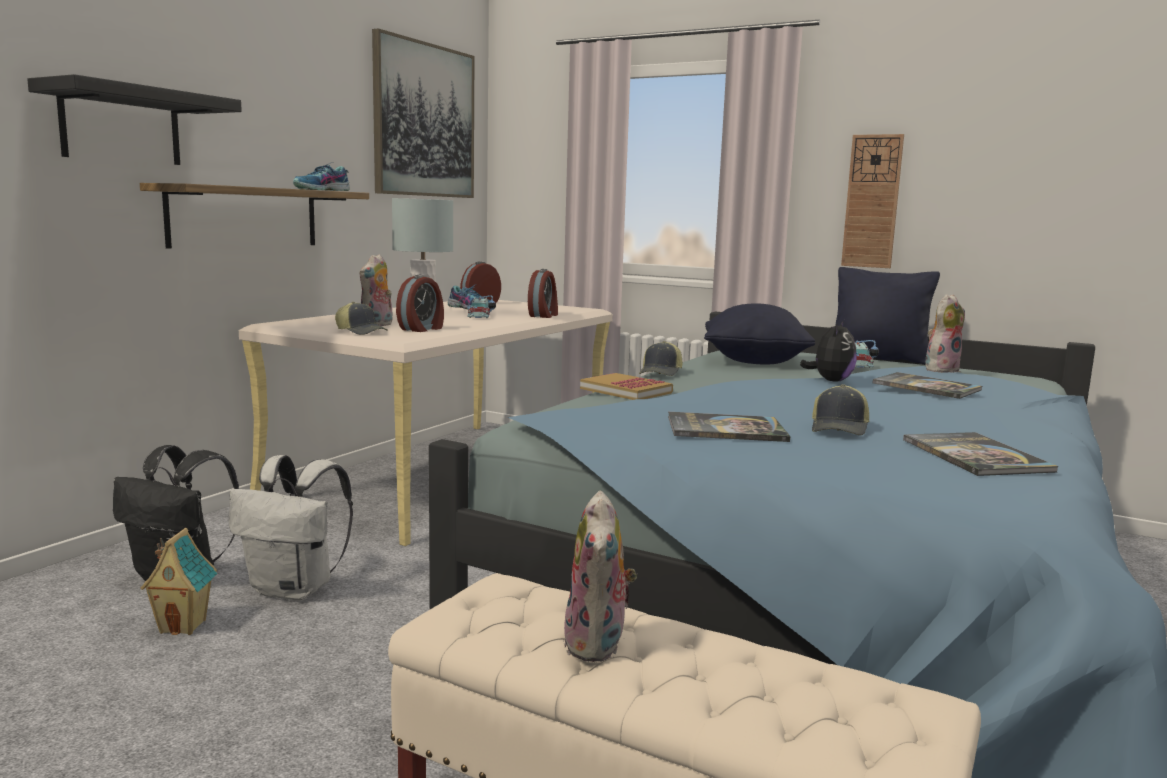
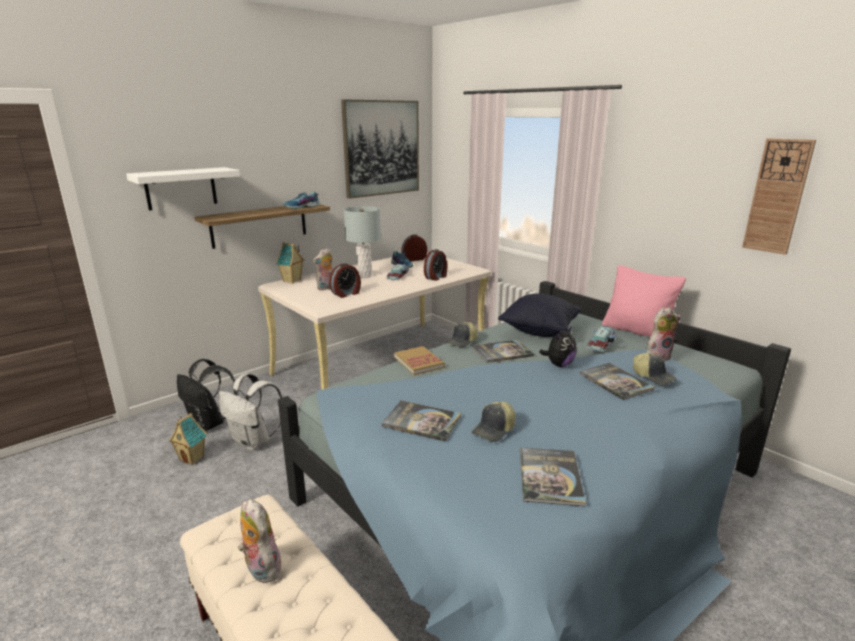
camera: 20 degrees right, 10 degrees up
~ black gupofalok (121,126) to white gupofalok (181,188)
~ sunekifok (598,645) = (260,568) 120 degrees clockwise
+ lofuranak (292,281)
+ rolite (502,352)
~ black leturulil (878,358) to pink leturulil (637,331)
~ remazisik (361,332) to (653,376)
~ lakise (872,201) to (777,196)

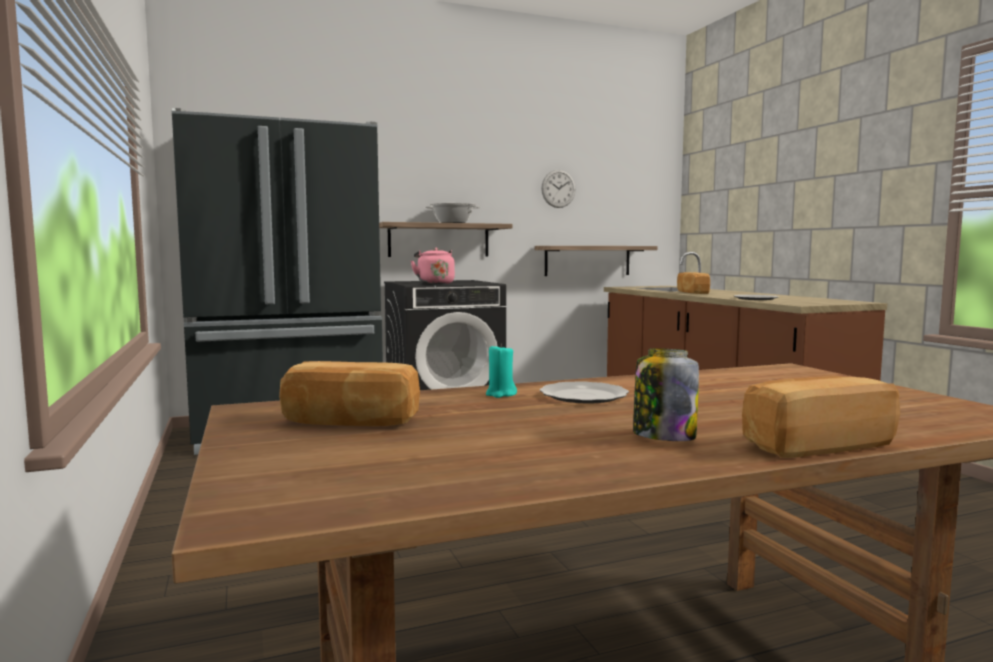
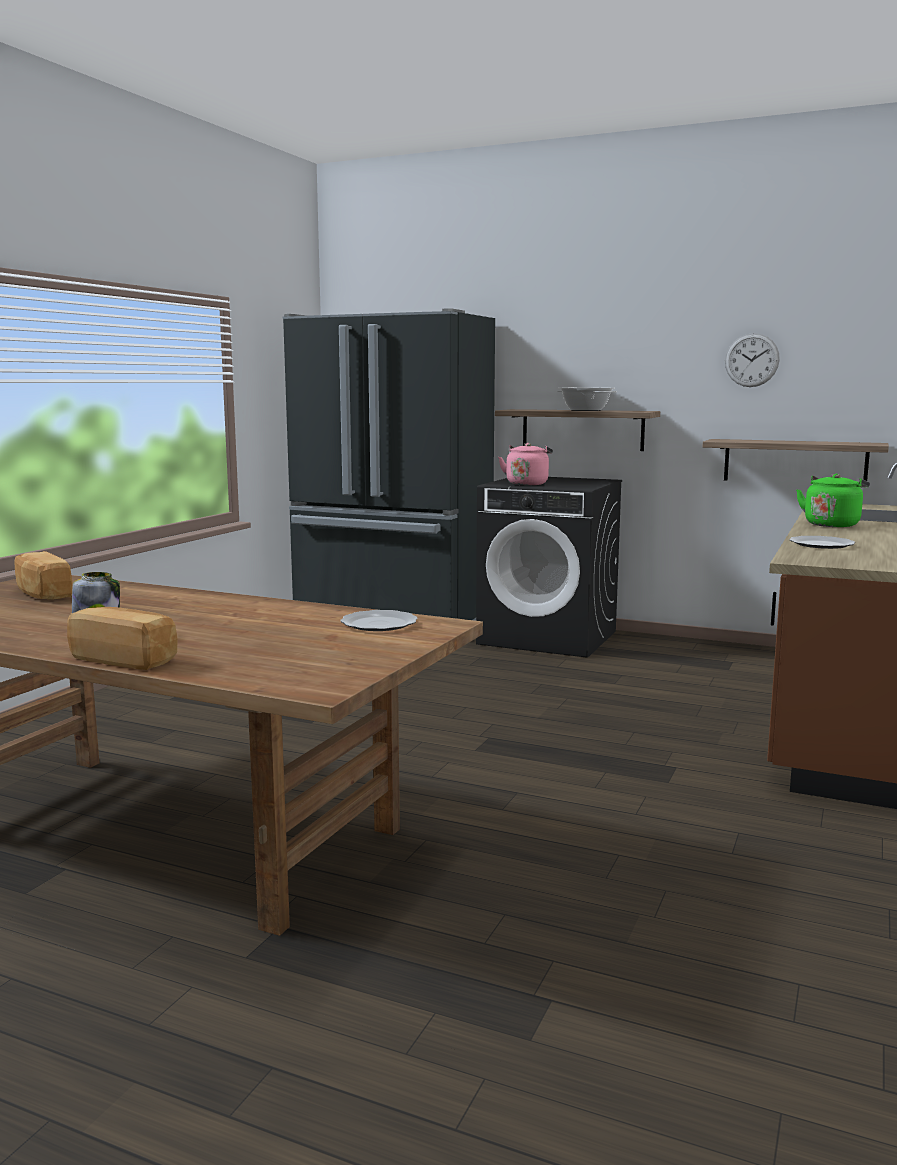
camera: 45 degrees right, 5 degrees up
~ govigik (582,396) to (378,623)
~ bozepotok (691,292) to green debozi (832,524)
- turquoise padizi (500,394)

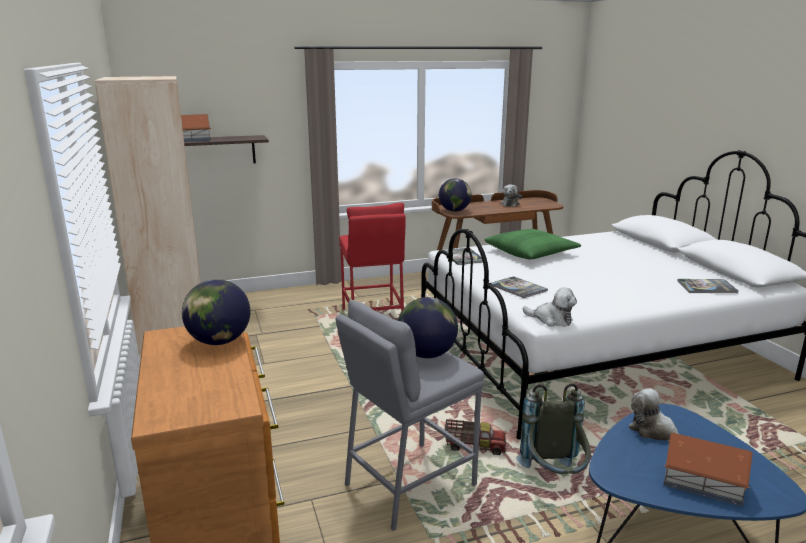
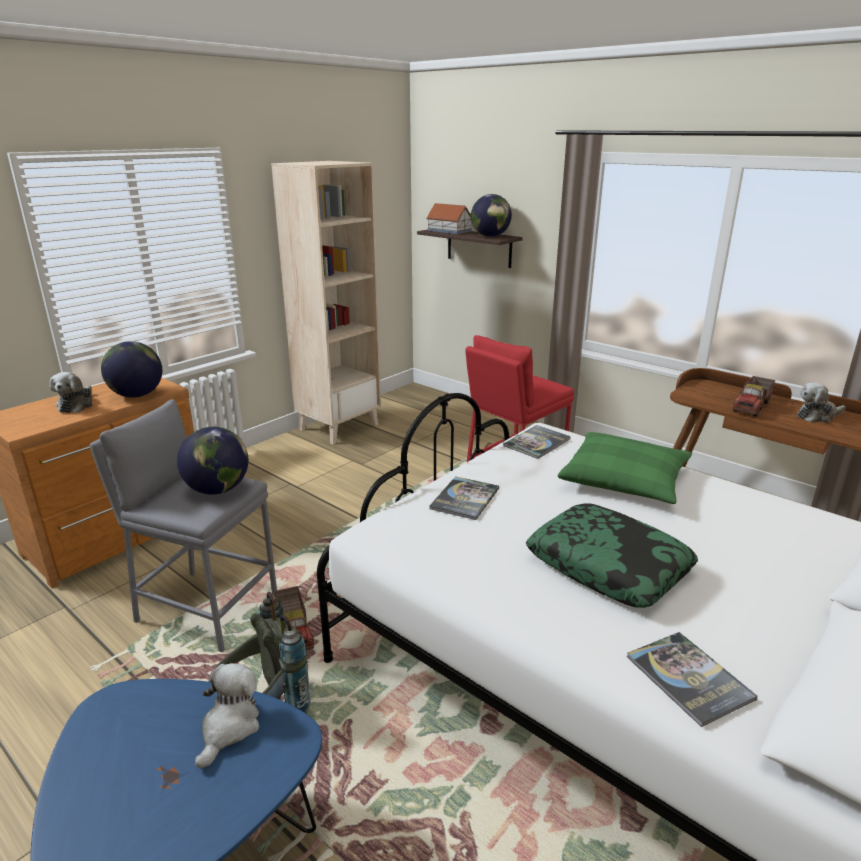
camera: 60 degrees right, 5 degrees up
~ sunekifok (551,319) to (77,405)
~ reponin (454,211) to (490,236)
+ leturulil (608,566)
+ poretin (752,407)
- lofuranak (703,482)

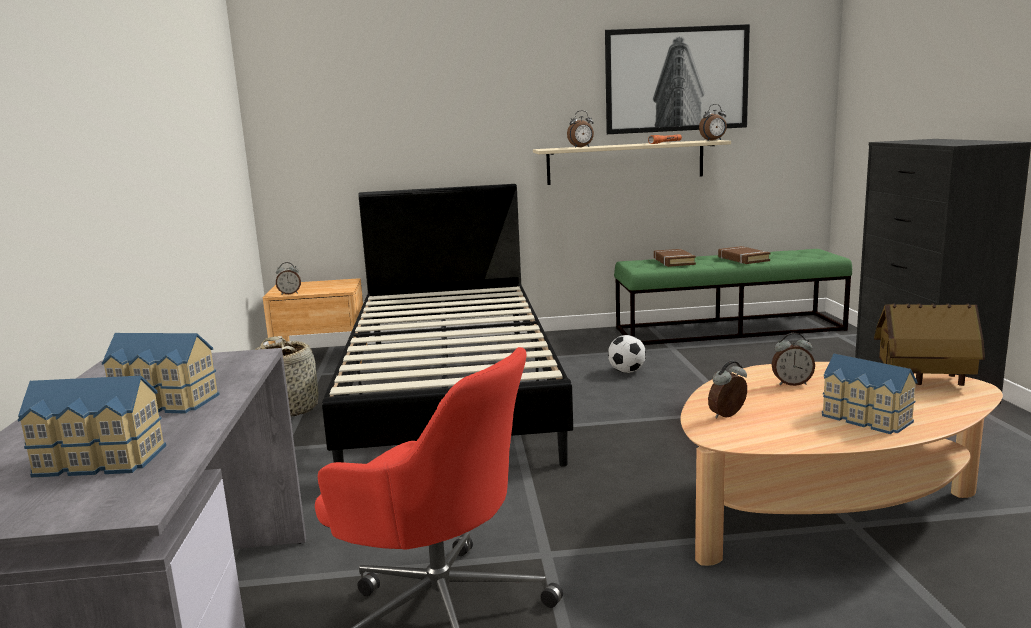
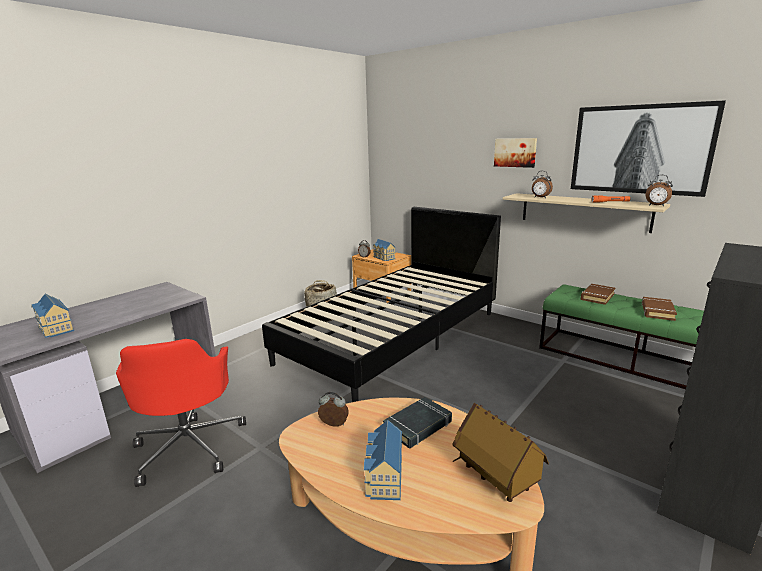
camera: 45 degrees right, 5 degrees up
~ lofuranak (164,403) to (383,257)
~ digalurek (791,383) to black rolite (418,426)
+ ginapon (515,152)
- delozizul (627,371)

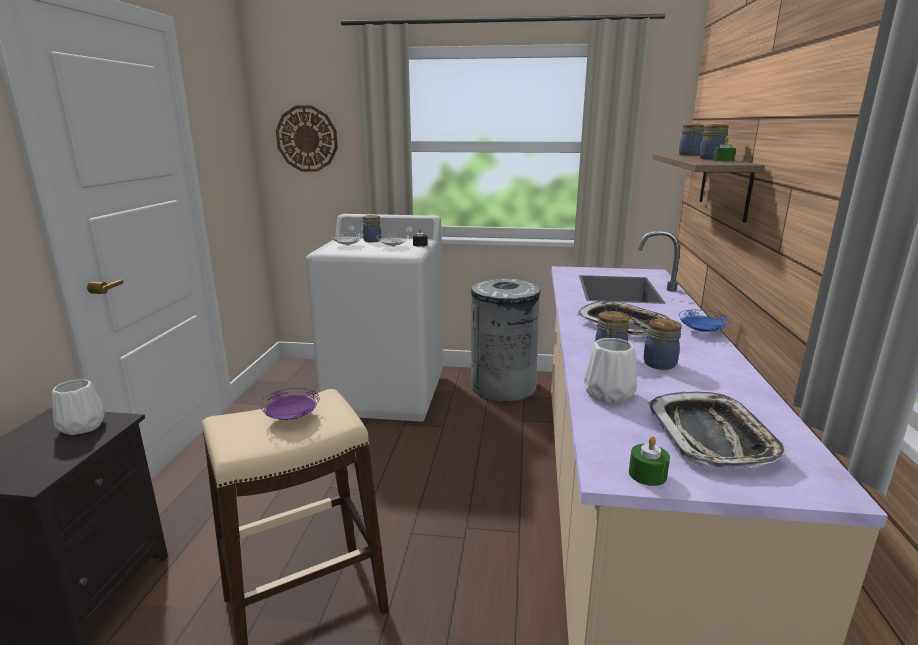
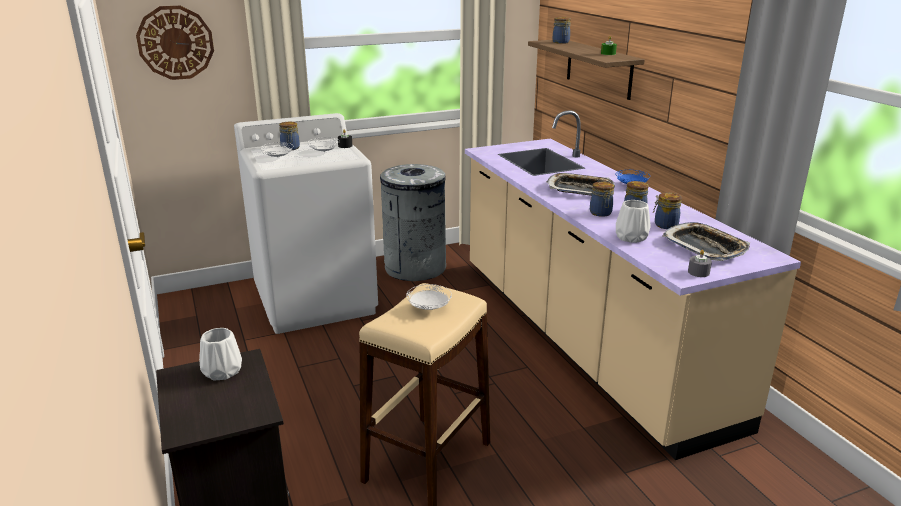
camera: 30 degrees left, 5 degrees up
~ purple govigik (292,417) to white govigik (429,308)
~ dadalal (710,158) to (664,225)
~ green padizi (647,474) to grey padizi (698,272)

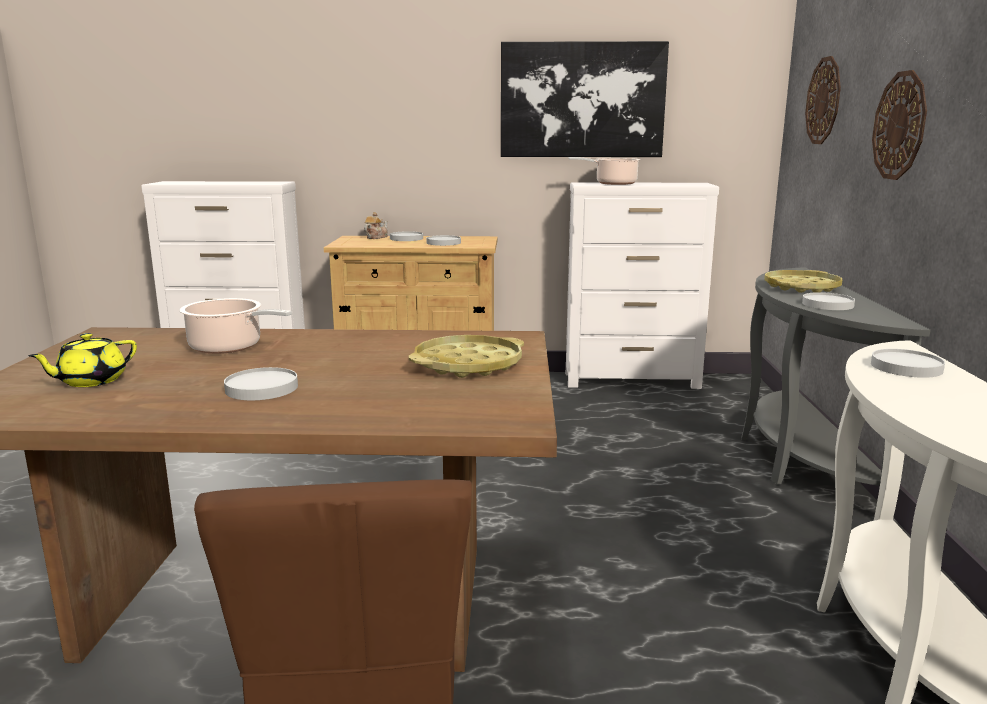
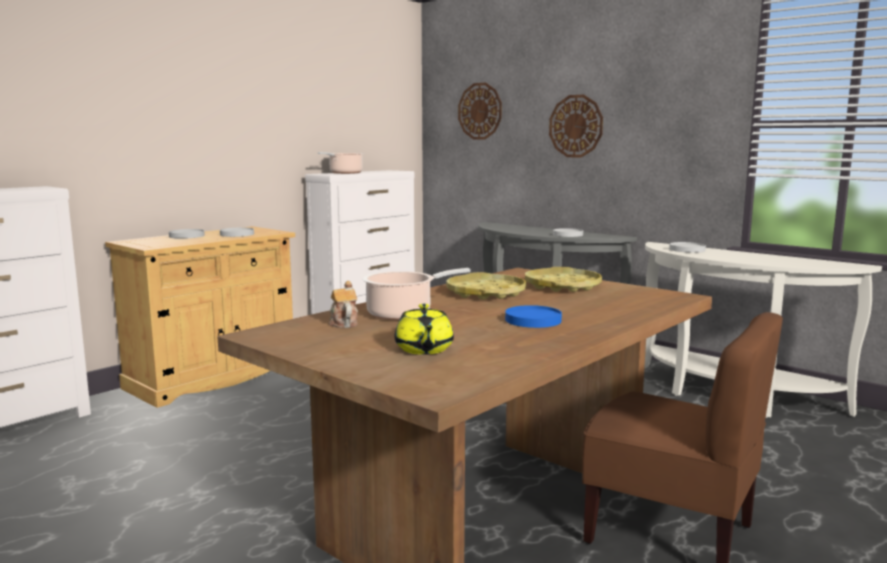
camera: 50 degrees left, 5 degrees down
~ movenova (376,237) to (343,323)
~ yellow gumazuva (802,287) to (486,293)
~ white govigik (261,388) to blue govigik (533,320)
- ginapon (582,100)

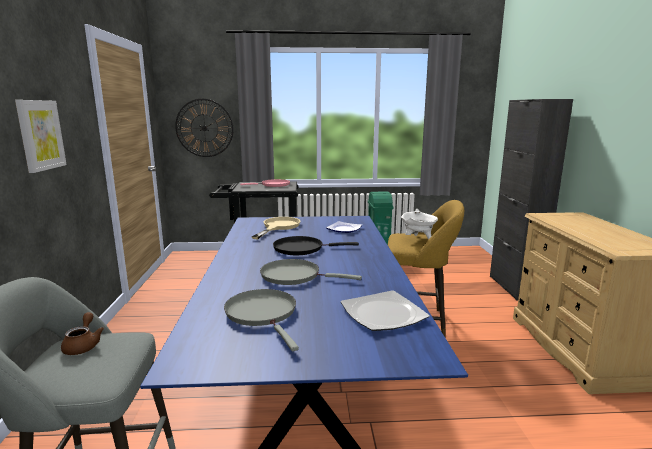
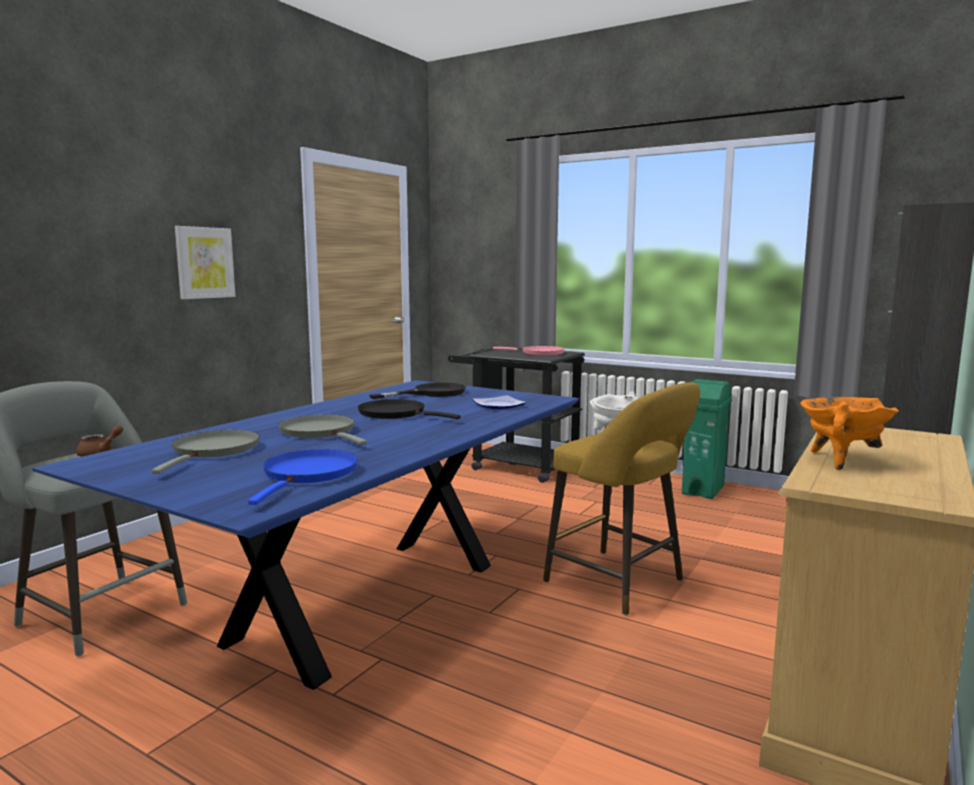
camera: 35 degrees right, 5 degrees down
~ govigik (383,313) to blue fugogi (308,474)
~ beige fugogi (278,227) to black fugogi (431,393)
+ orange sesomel (841,460)
- lakise (204,128)

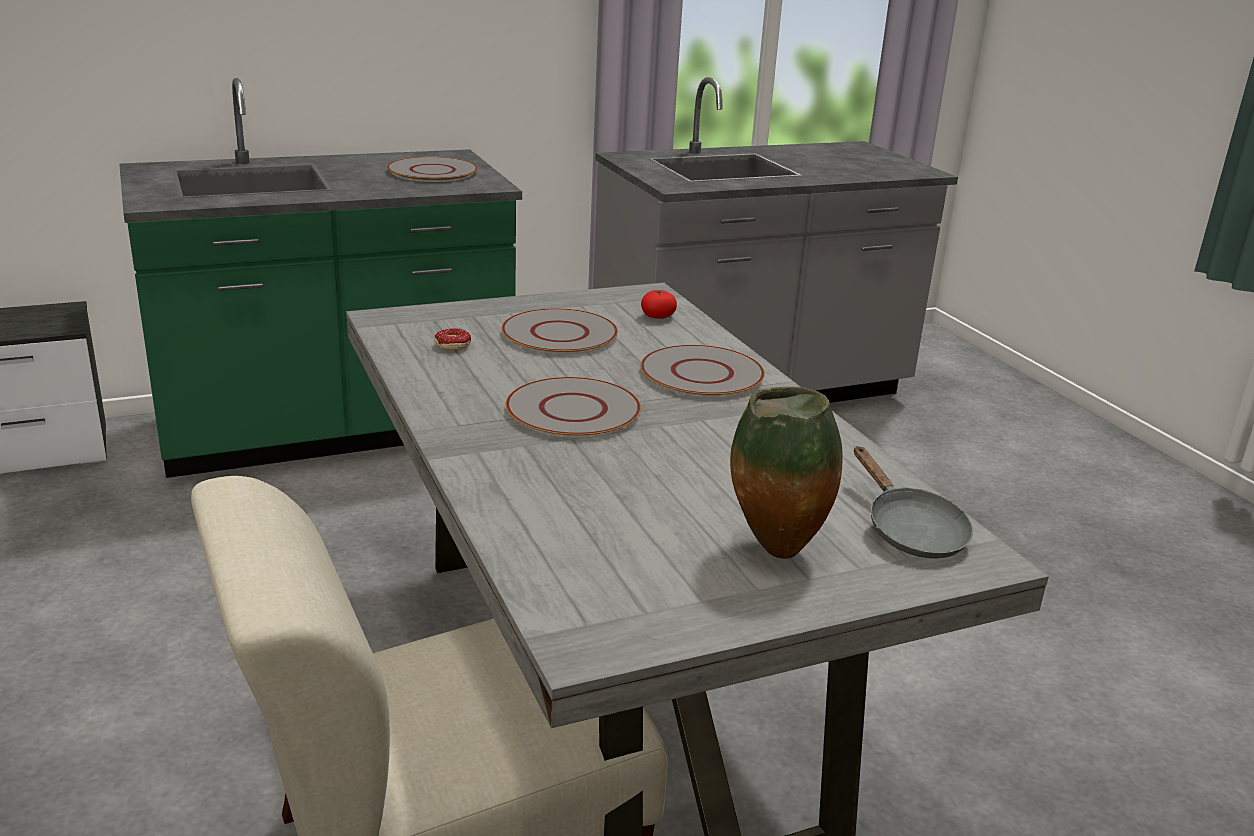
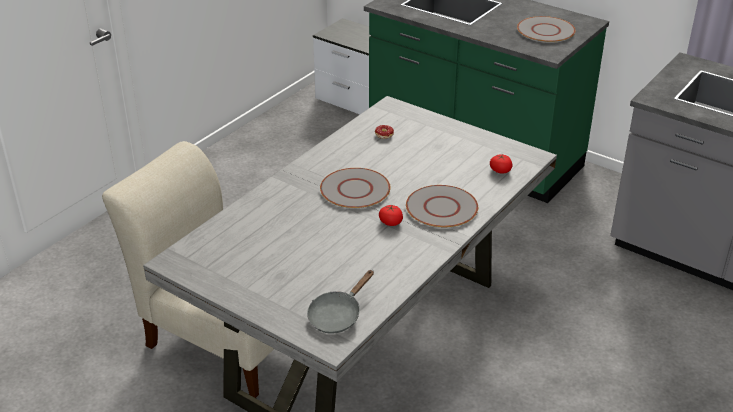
camera: 60 degrees right, 10 degrees up
+ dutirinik (391,222)
- grey govigik (560,334)
- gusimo (774,551)

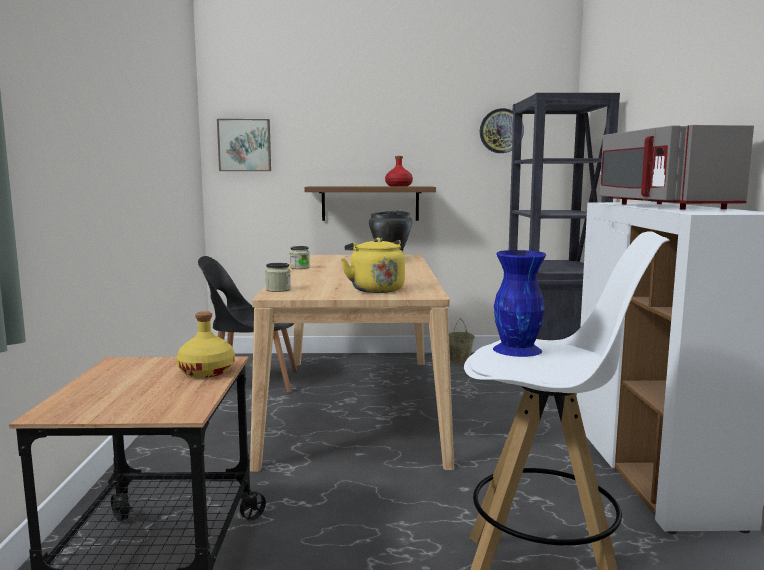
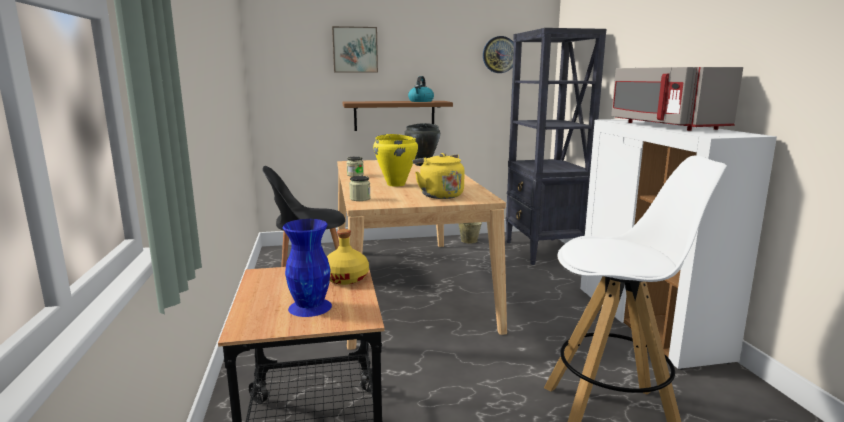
camera: 10 degrees left, 5 degrees up
~ blue gusimo (518,349) to (311,307)
~ ginapon (244,145) to (355,50)
+ yellow sesomel (396,184)
~ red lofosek (399,186) to debozi (421,101)

